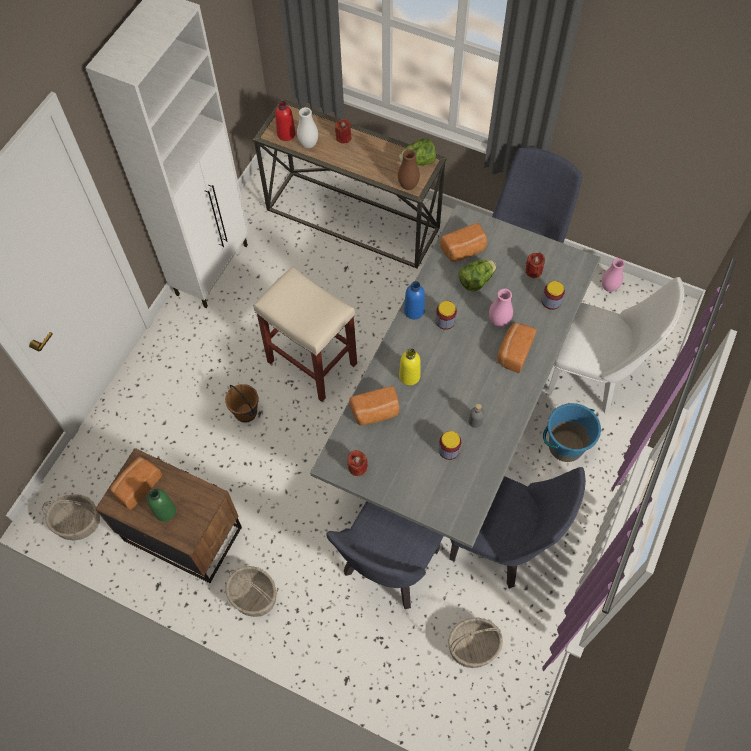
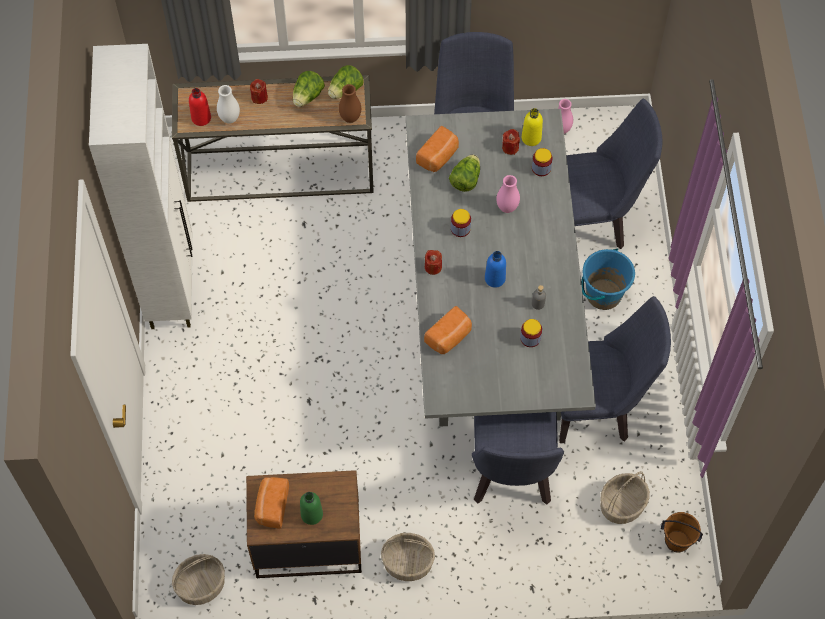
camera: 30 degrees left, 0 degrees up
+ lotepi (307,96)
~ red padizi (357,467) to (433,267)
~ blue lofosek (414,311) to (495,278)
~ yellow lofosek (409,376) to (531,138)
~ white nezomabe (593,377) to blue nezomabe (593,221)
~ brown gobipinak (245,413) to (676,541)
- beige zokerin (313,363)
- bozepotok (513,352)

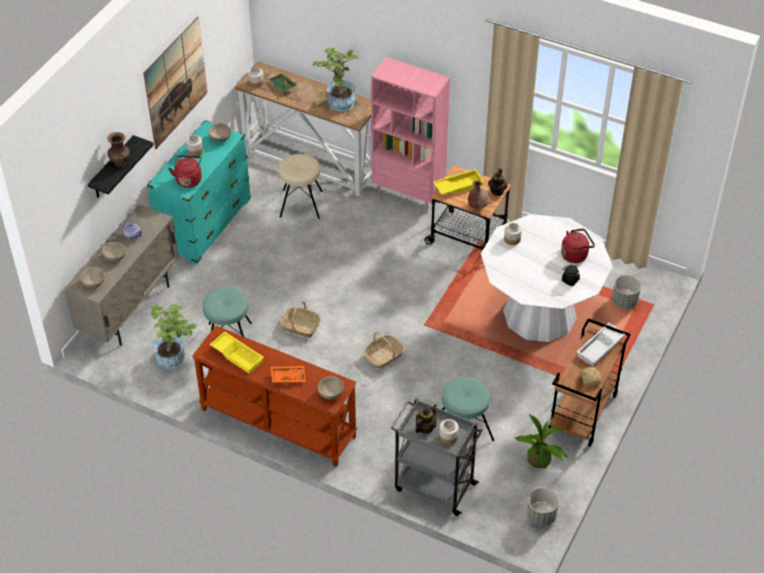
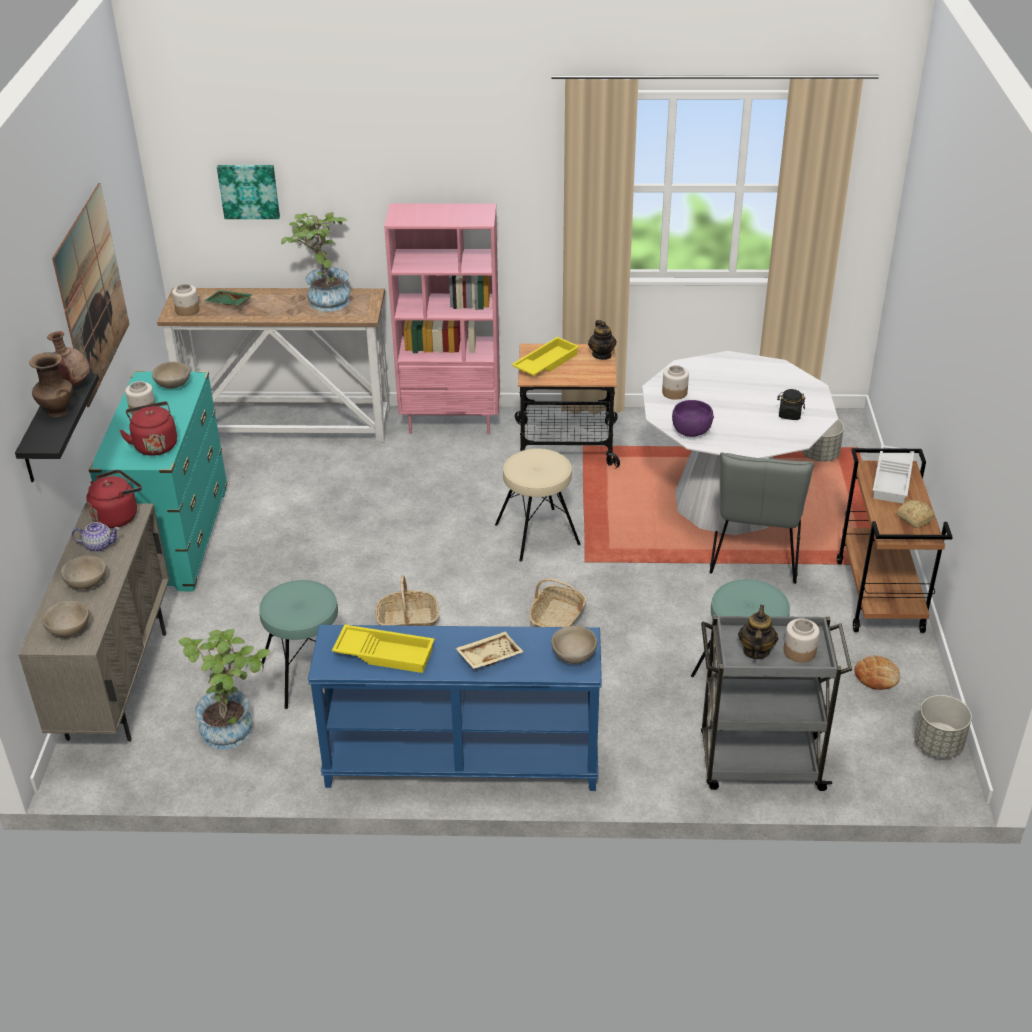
camera: 25 degrees left, 10 degrees down
~ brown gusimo (478,206) to (72,384)
~ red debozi (575,254) to (118,516)
+ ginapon (249,191)
~ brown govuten (277,423) to blue govuten (461,763)
~ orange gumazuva (288,376) to beige gumazuva (489,656)
~ beige zokerin (301,204) to (537,534)
+ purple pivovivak (691,431)
+ grey nezomabe (754,556)
~ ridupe (540,462) to bozepotok (877,676)

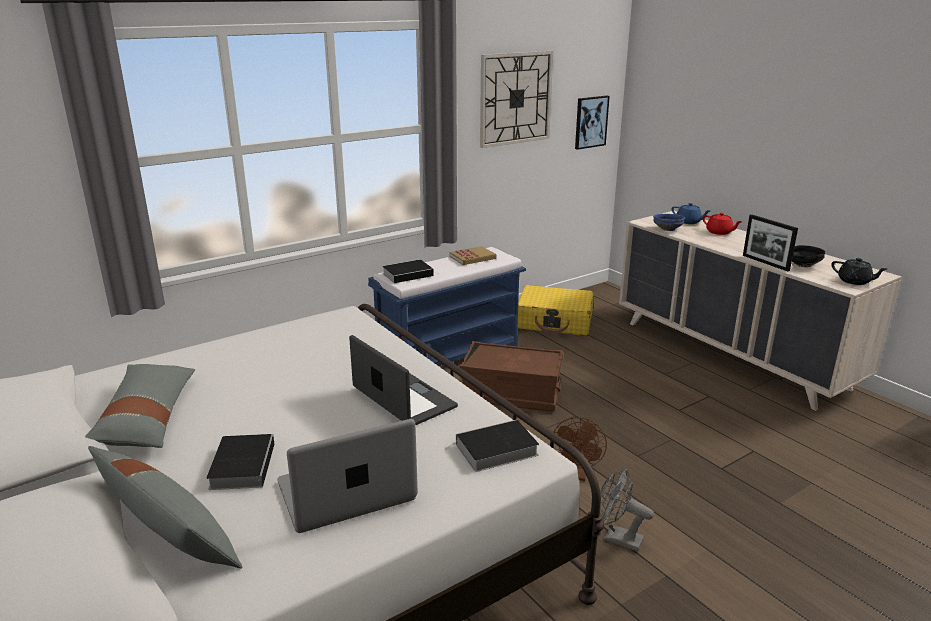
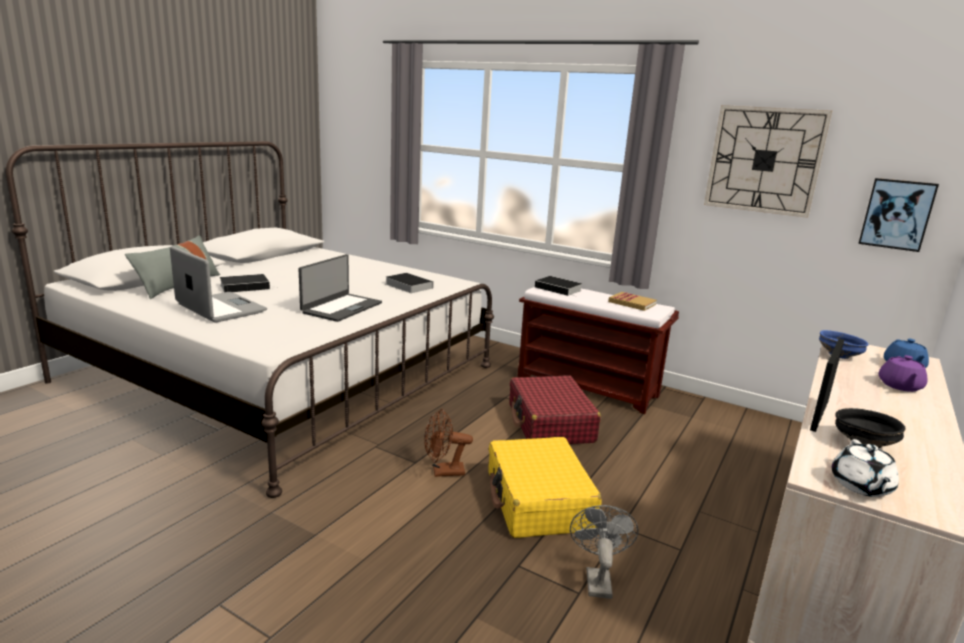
camera: 65 degrees right, 5 degrees down
~ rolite (494,450) to (407,285)
~ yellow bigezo (555,321) to (538,501)
~ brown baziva (511,394) to red bigezo (550,423)
~ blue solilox (450,354) to brown solilox (588,386)
~ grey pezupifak (617,538) to (597,579)
~ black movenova (854,281) to white movenova (861,486)
~ red movenova (719,232) to purple movenova (899,386)
- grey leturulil (147,418)

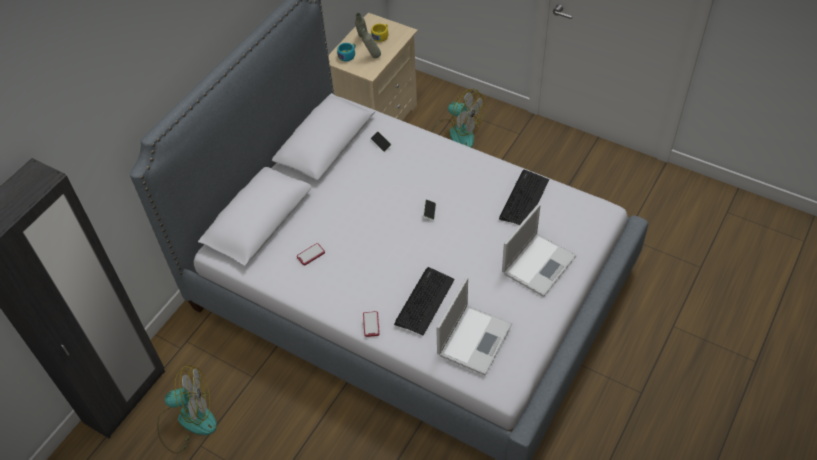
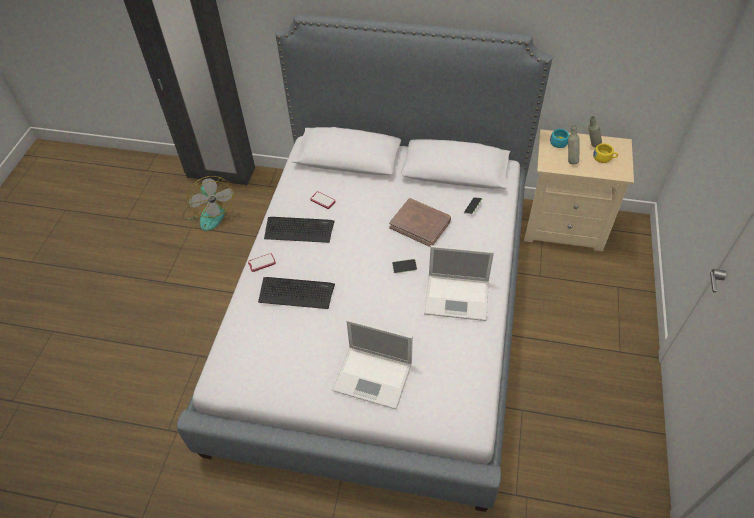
camera: 70 degrees right, 0 degrees up
~ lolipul (523,199) to (299,230)
+ brown rolite (420,224)
~ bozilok (475,338) to (458,297)
- pezupifak (455,134)

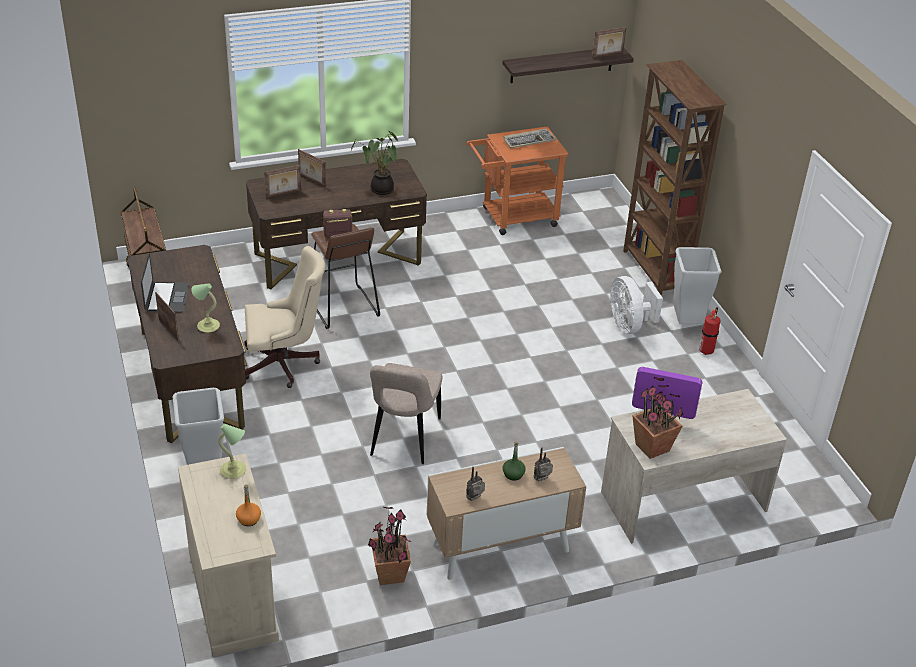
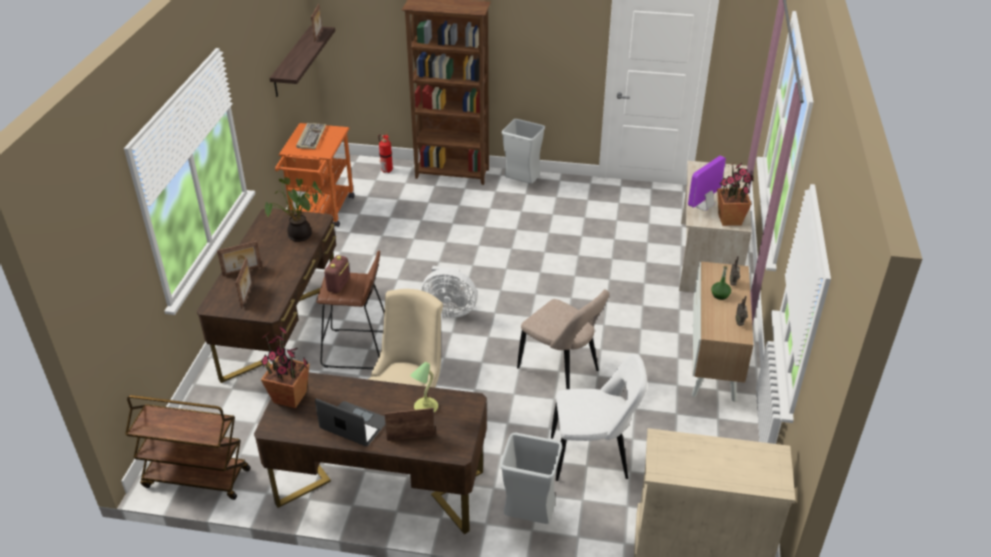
camera: 60 degrees left, 0 degrees up
~ ridupe (389,574) to (290,397)
~ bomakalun (706,350) to (386,170)
~ white pezupifak (629,325) to (449,310)
+ white nezomabe (593,458)
- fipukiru (234,471)
- orange lofosek (249,519)

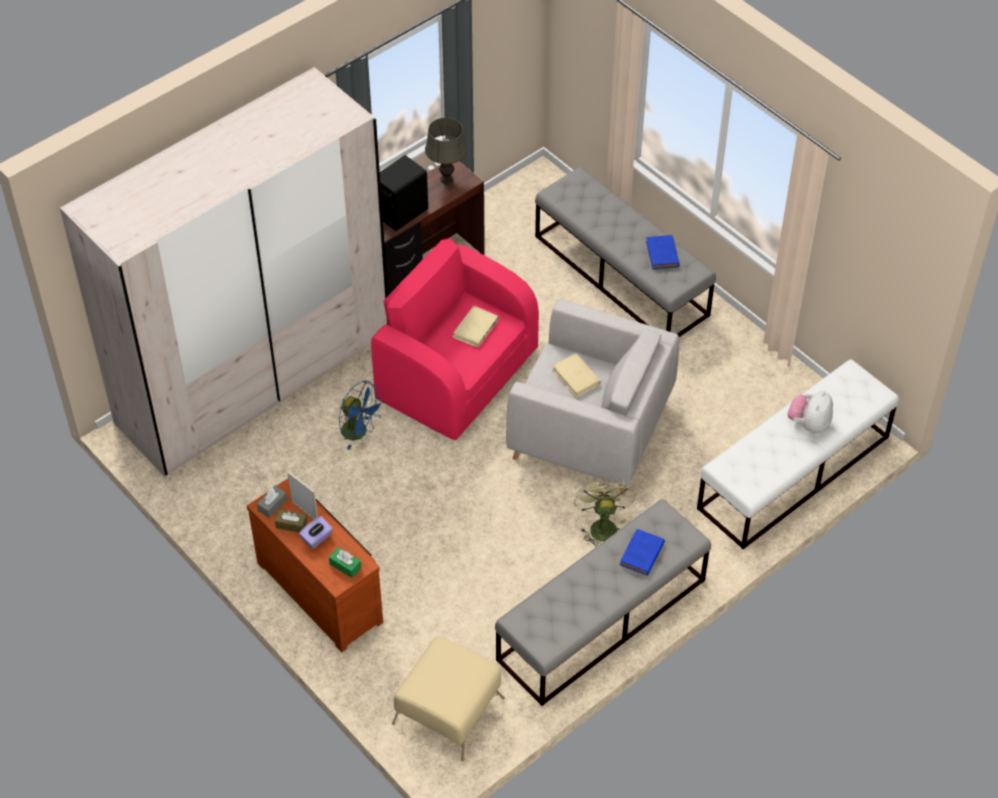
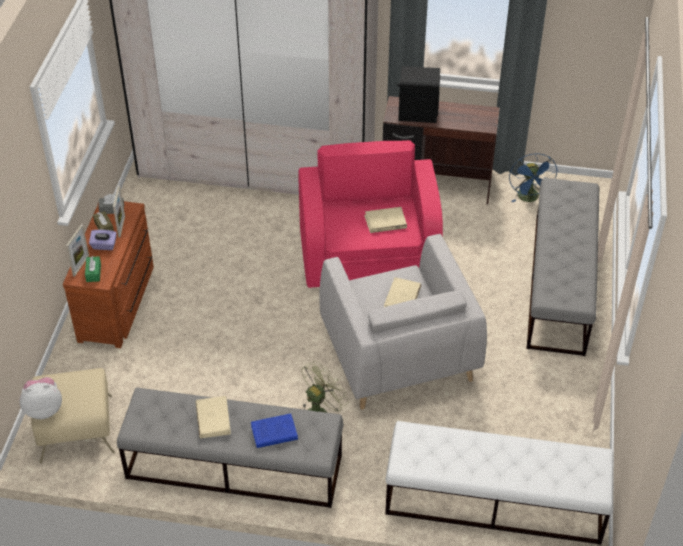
camera: 50 degrees right, 5 degrees down
~ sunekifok (809,424) to (44,409)
+ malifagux (81,265)
+ beige rolite (213,418)
~ blue pezupifak (359,432) to (530,198)
- grey fipukiru (447,179)
- blue rolite (662,255)

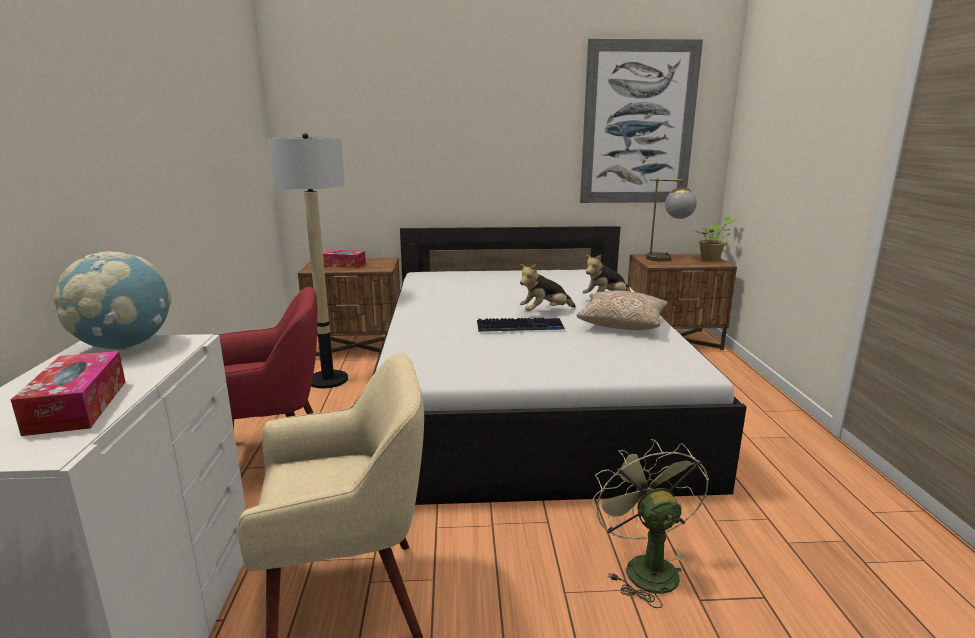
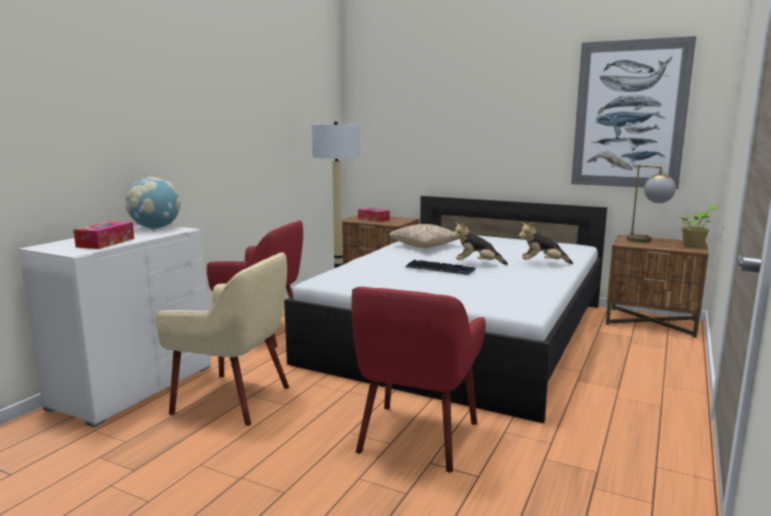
camera: 30 degrees right, 5 degrees down
~ green pezupifak (644,566) to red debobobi (416,437)
~ leturulil (622,324) to (425,246)

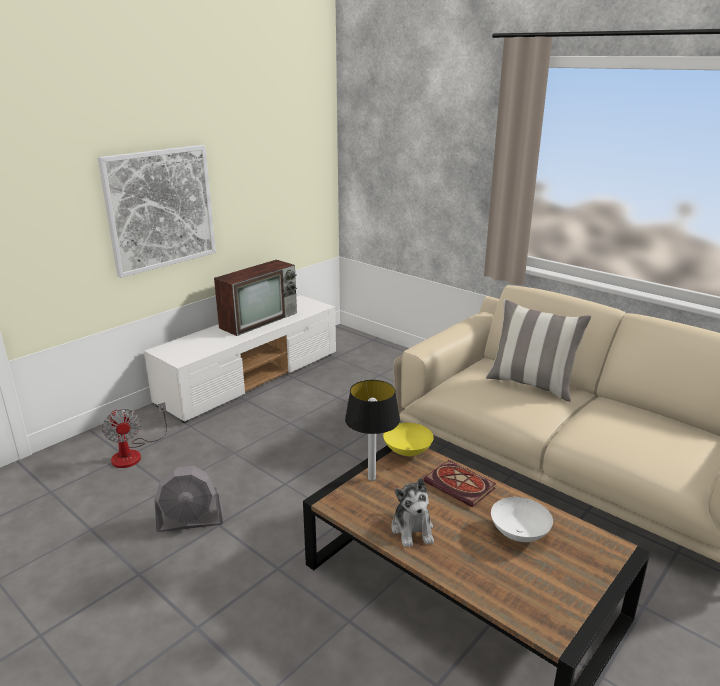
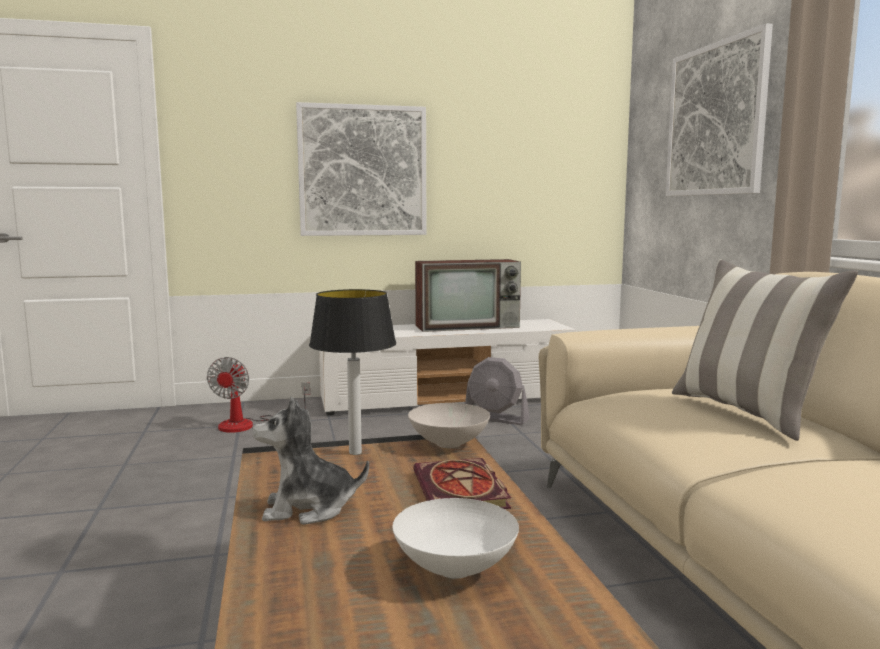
camera: 35 degrees right, 15 degrees down
~ sunekifok (412,529) = (308,509) 60 degrees clockwise
~ yellow pivovivak (408,451) to white pivovivak (450,443)
~ grey pezupifak (191,521) to (496,418)
+ ginapon (715,120)

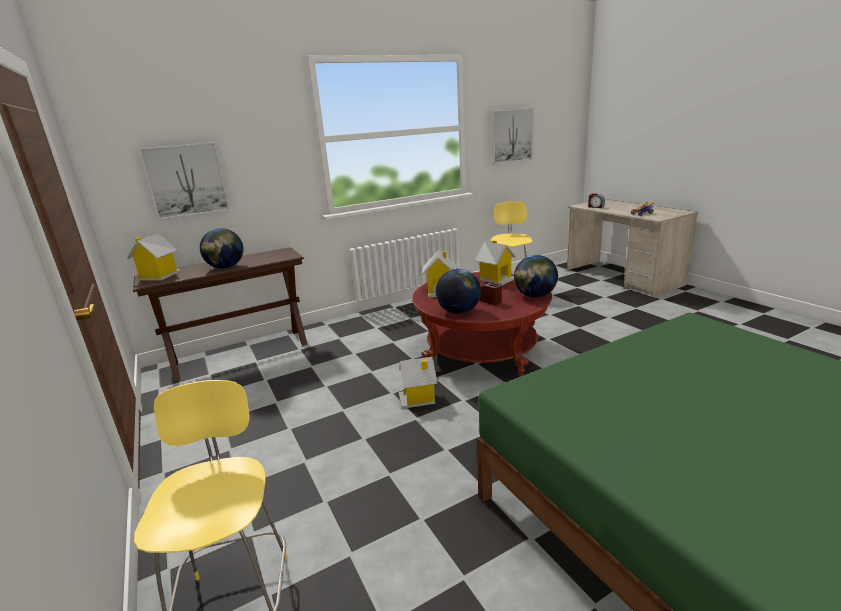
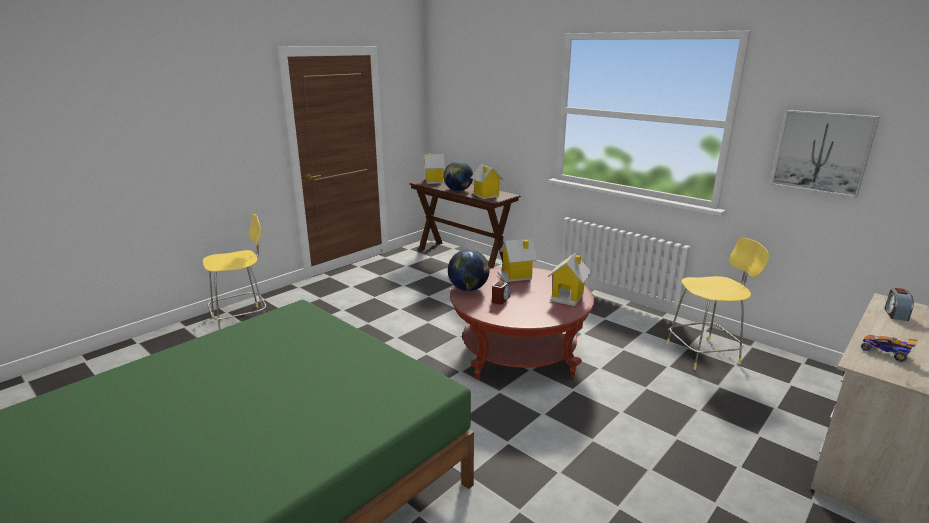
camera: 70 degrees right, 0 degrees up
~ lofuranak (418,398) to (485,195)
- ginapon (186,180)
- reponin (535,296)

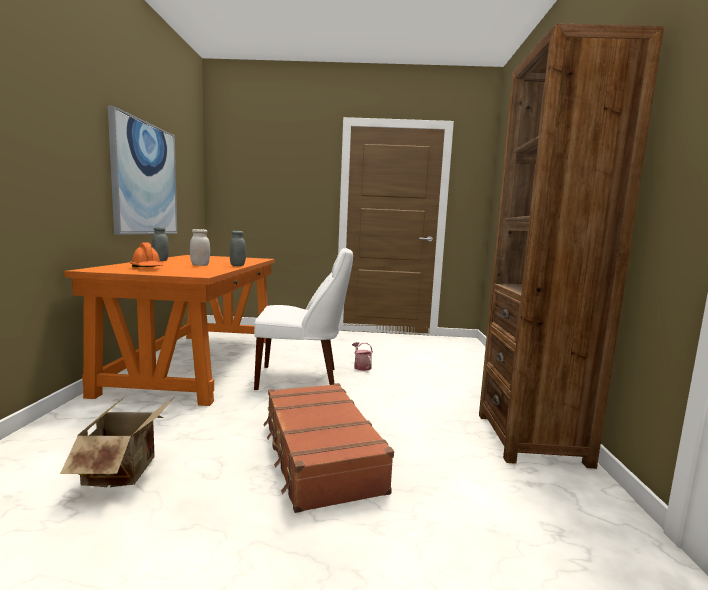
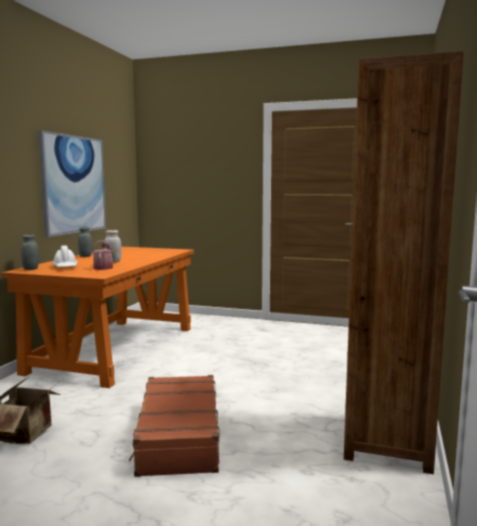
camera: 15 degrees right, 0 degrees up
~ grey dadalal (237,265) to (31,269)
~ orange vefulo (147,268) to white vefulo (65,267)
~ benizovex (361,366) to (103,267)
- white nezomabe (302,378)

